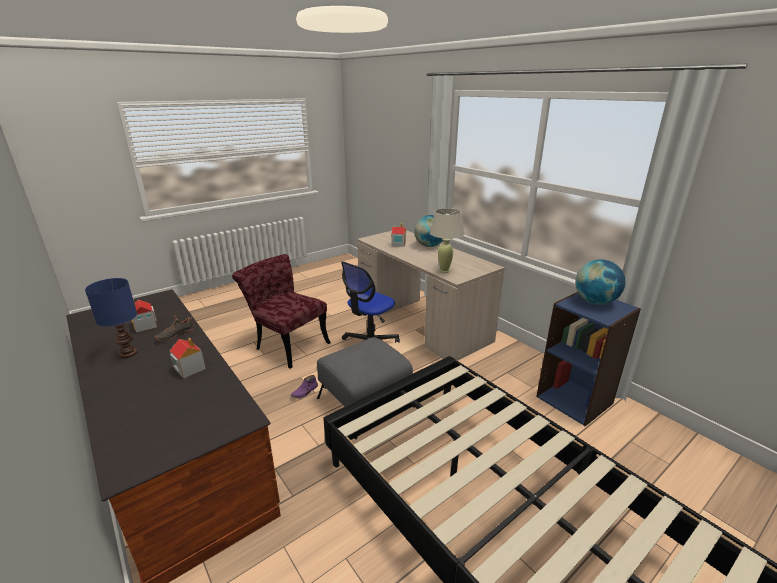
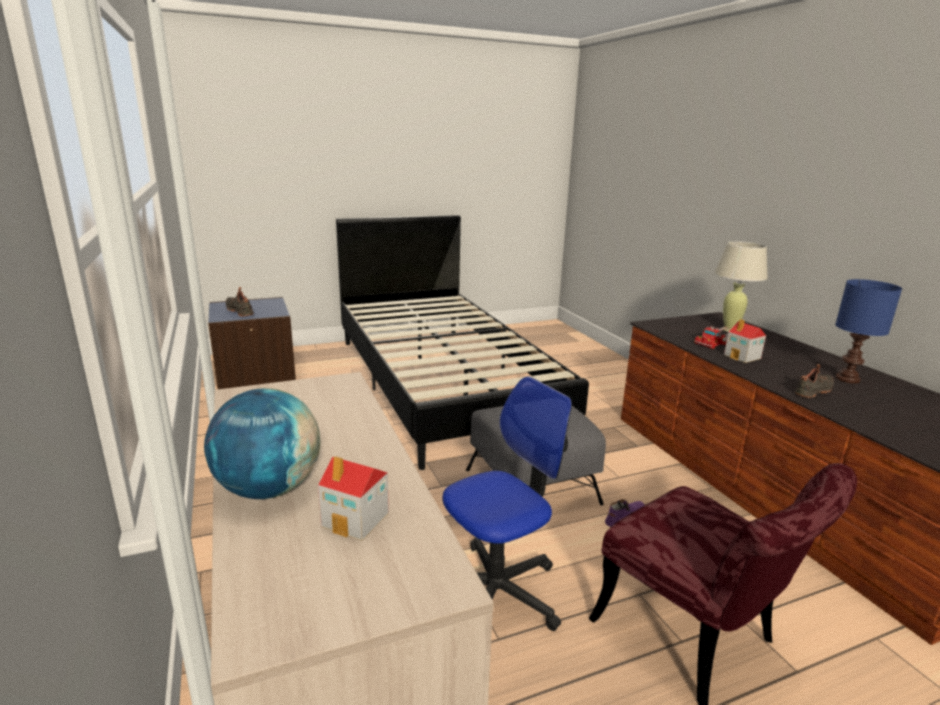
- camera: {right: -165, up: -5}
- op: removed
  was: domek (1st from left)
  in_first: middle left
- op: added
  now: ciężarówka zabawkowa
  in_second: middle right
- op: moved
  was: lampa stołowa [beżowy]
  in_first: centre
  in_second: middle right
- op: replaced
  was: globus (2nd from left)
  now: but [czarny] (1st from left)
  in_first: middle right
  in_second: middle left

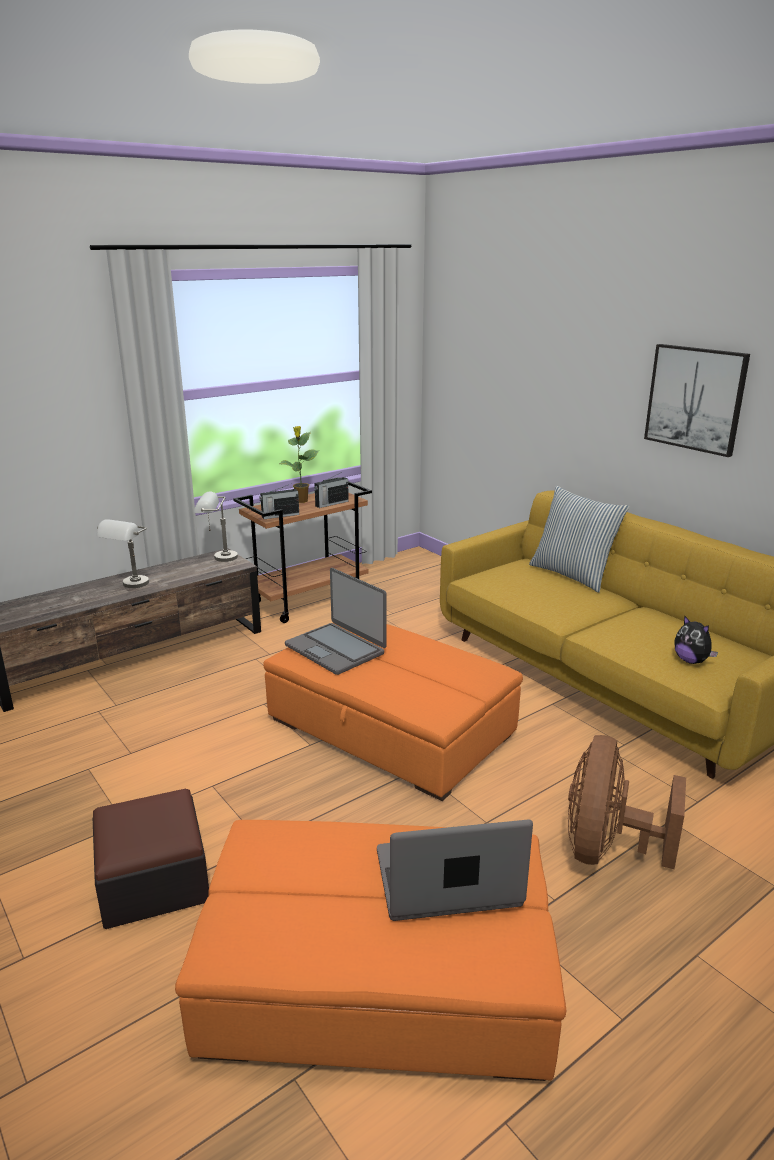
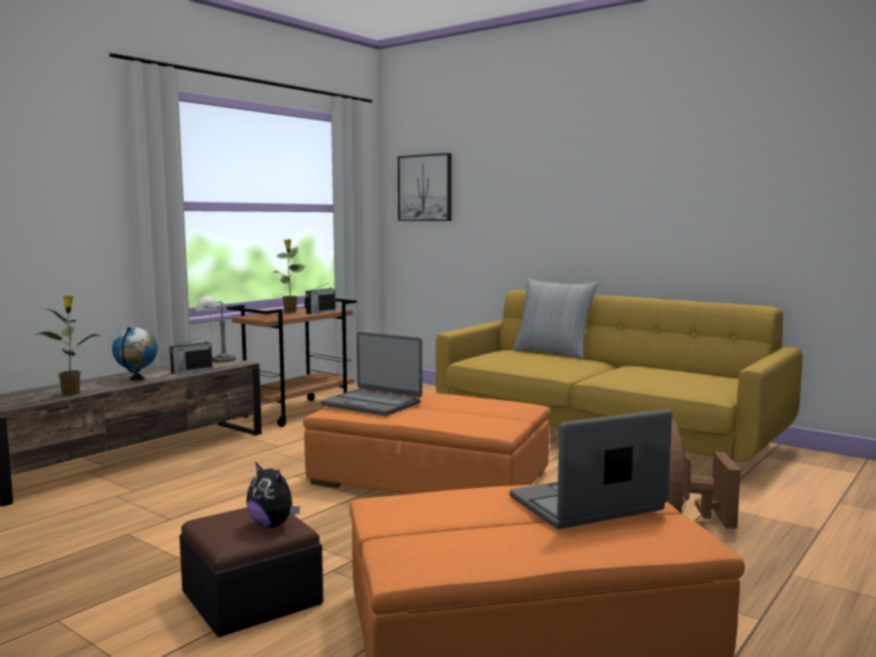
- camera: {right: -15, up: -15}
- op: added
  now: roślina doniczkowa (1st from left)
  in_second: middle left
- op: moved
  was: radio (1st from left)
  in_first: centre
  in_second: middle left
- op: moved
  was: obraz
  in_first: middle right
  in_second: top centre
- op: moved
  was: pluszak
  in_first: middle right
  in_second: bottom left
- op: replaced
  was: lampa stołowa [szary] (1st from left)
  now: globus
  in_first: middle left
  in_second: middle left

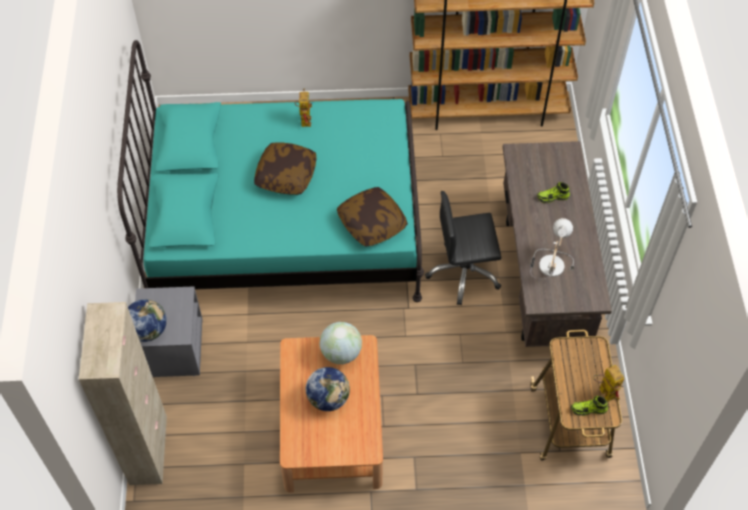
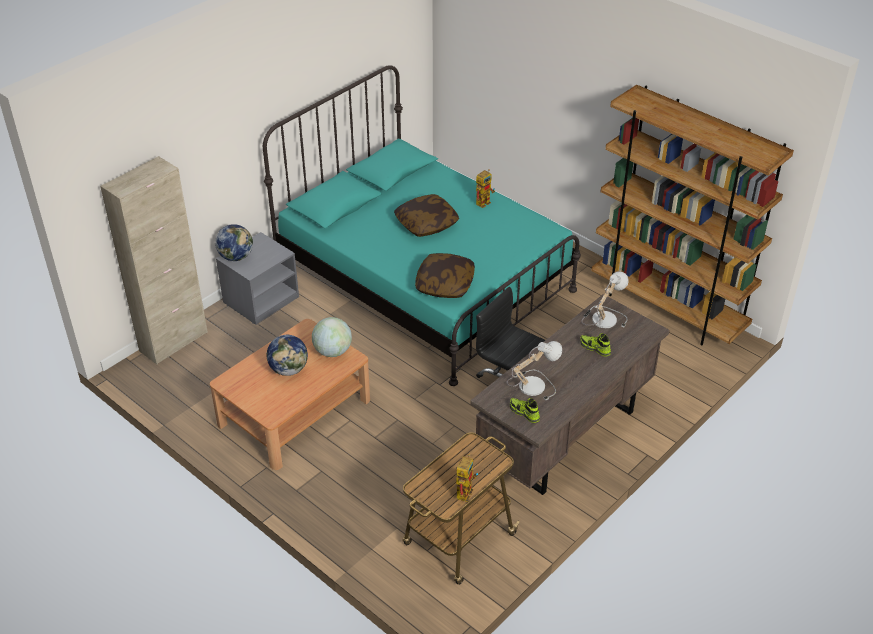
- camera: {right: 45, up: -15}
- op: added
  now: lampa stołowa (2nd from left)
  in_second: middle right
- op: moved
  was: but (2nd from left in the first image)
  now: but (1st from left)
  in_first: bottom right
  in_second: centre

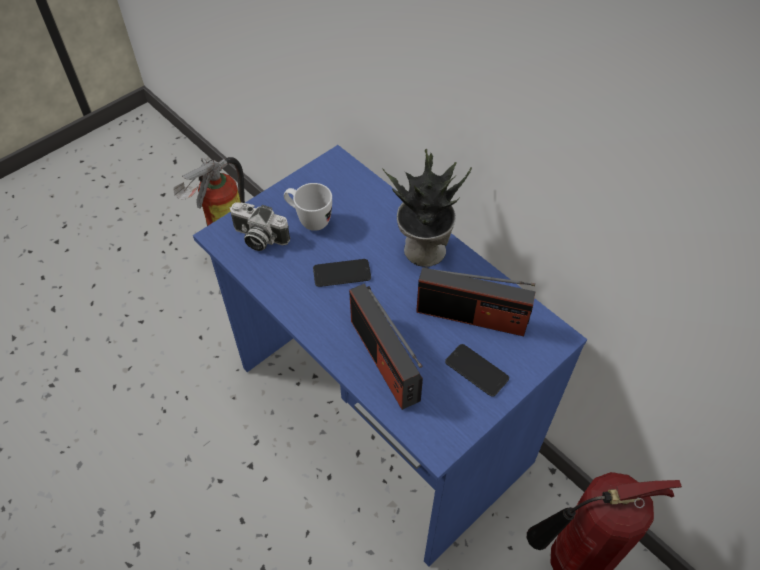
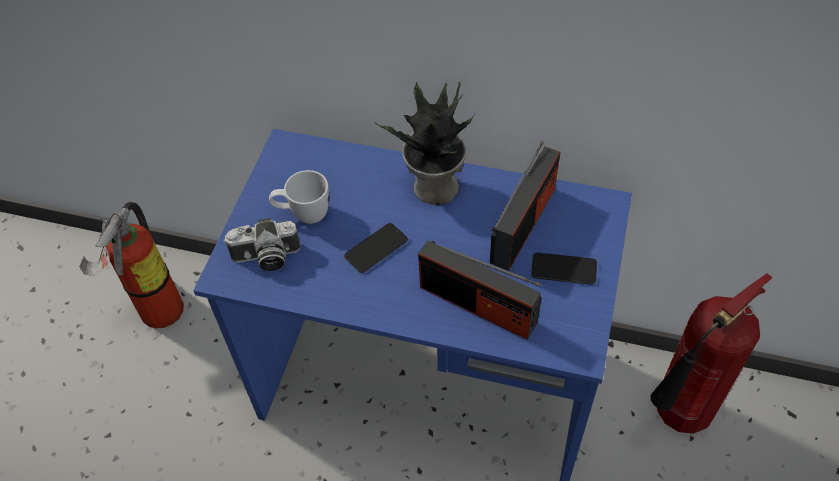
- camera: {right: -30, up: 0}
- op: turned
  was: radio (2nd from left)
  in_first: centre
  in_second: centre
  clockwise: -45

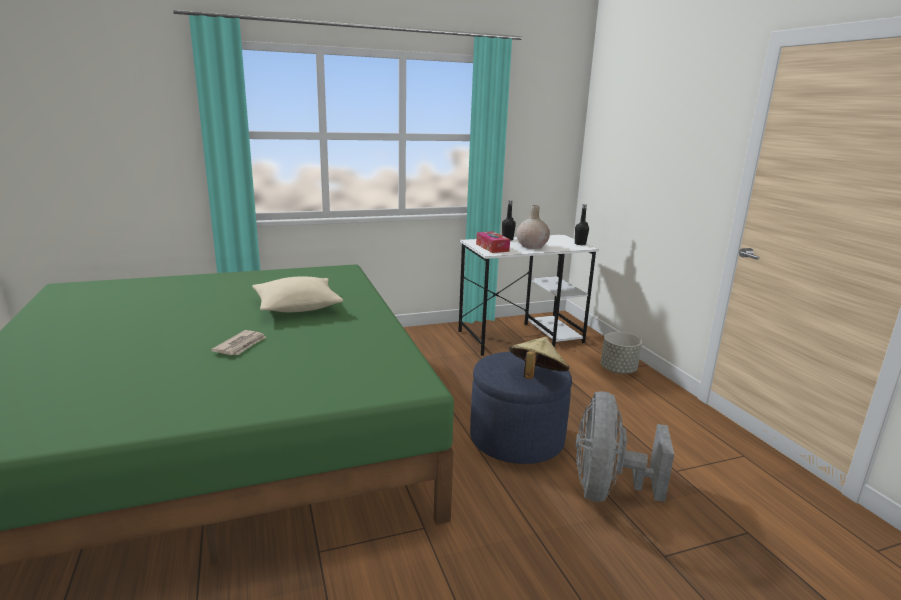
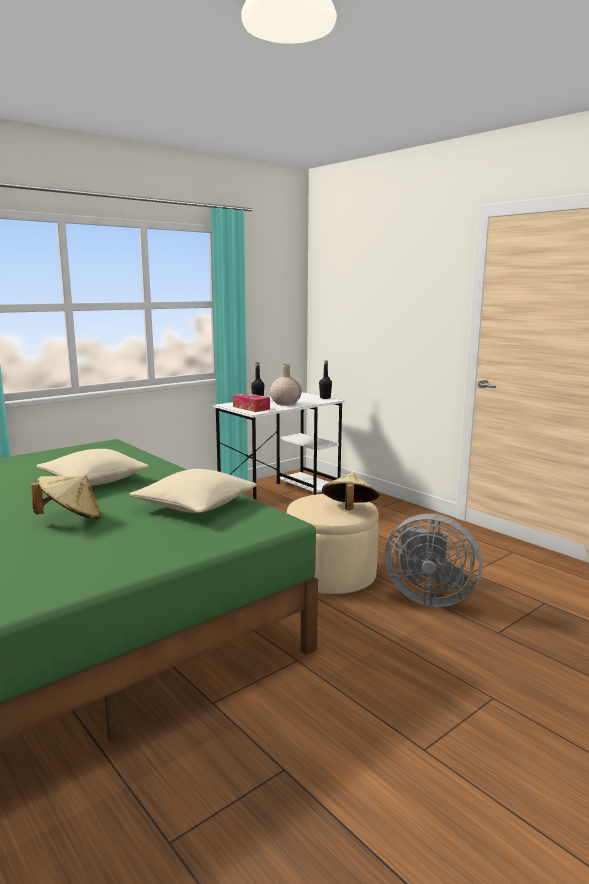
- camera: {right: -20, up: -5}
- op: removed
  was: donica [szary]
  in_first: middle right
- op: added
  now: poduszka [beżowy] (2nd from left)
  in_second: middle left
- op: replaced
  was: gazeta
  now: kapelusz [beżowy] (1st from left)
  in_first: middle left
  in_second: middle left
- op: recoloured
  was: pufa [niebieski]
  now: pufa [beżowy]
  in_first: bottom centre
  in_second: centre
- op: turned
  was: wentylator [szary]
  in_first: bottom right
  in_second: middle right
  clockwise: -60

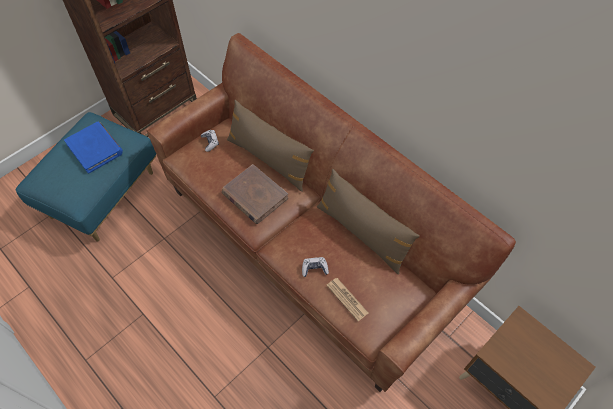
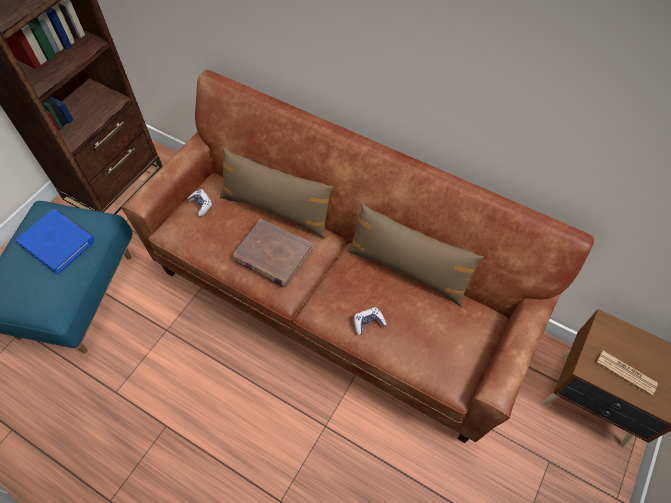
- camera: {right: -15, up: 0}
- op: moved
  was: gazeta
  in_first: bottom centre
  in_second: bottom right

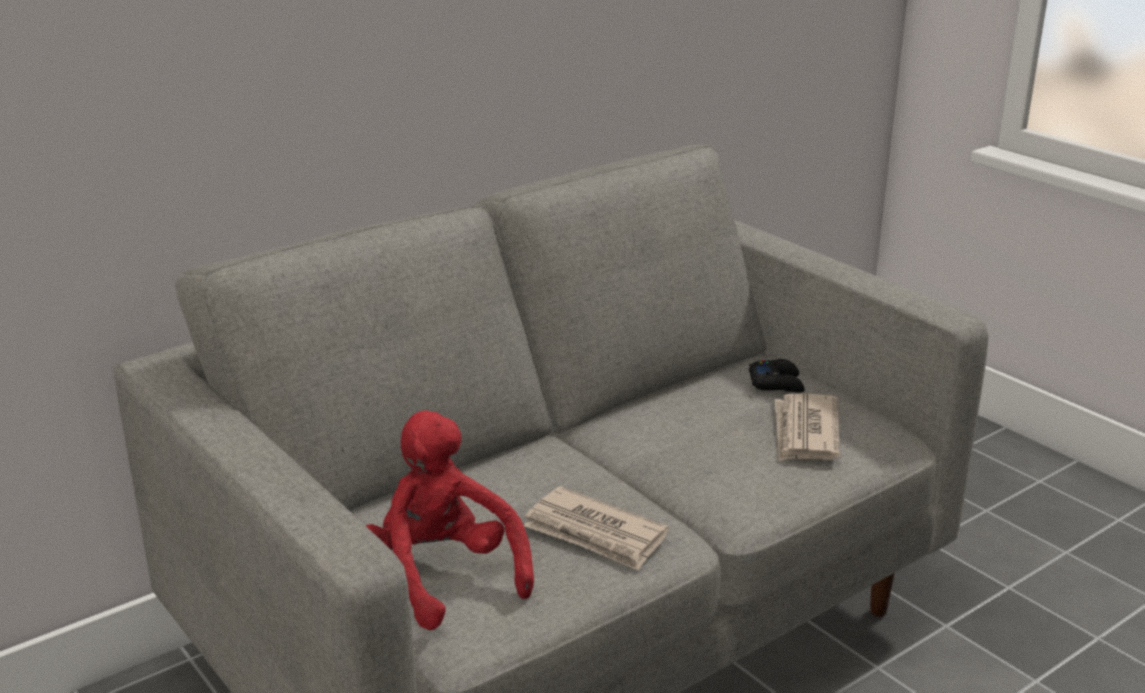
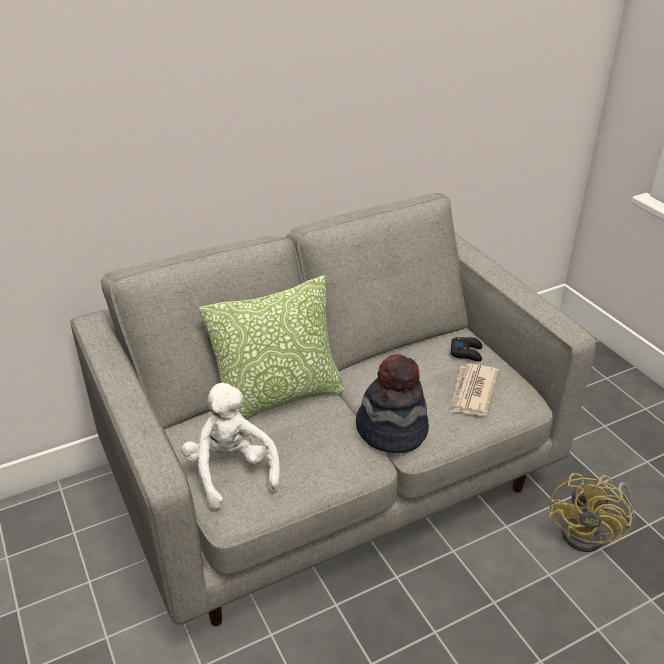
- camera: {right: 10, up: 10}
- op: removed
  was: gazeta (1st from left)
  in_first: bottom centre
- op: added
  now: poduszka
  in_second: centre
- op: added
  now: kapelusz
  in_second: centre
- op: added
  now: wentylator [żółty]
  in_second: bottom right
- op: recoloured
  was: pluszak [czerwony]
  now: pluszak [biały]
  in_first: bottom centre
  in_second: bottom centre

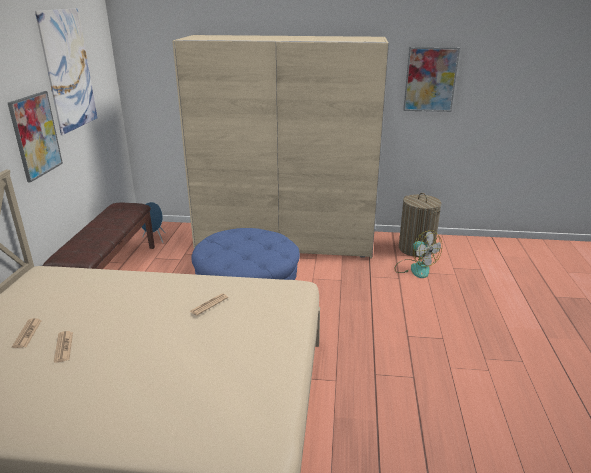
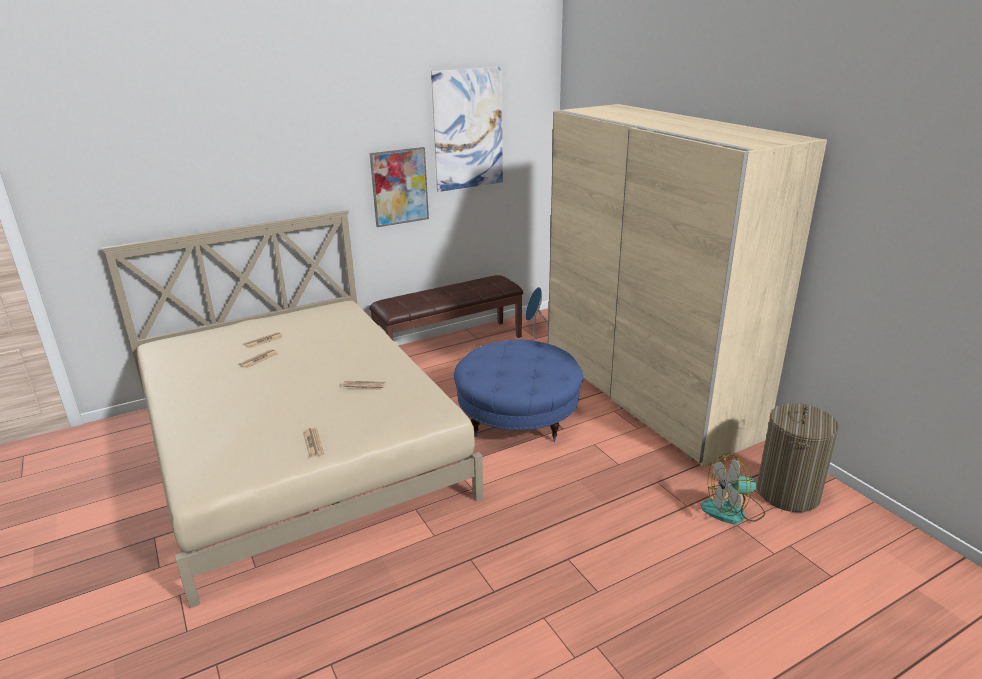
- camera: {right: 55, up: 0}
- op: removed
  was: obraz (3rd from left)
  in_first: top right
- op: added
  now: gazeta (3rd from left)
  in_second: middle left
- op: turned
  was: wentylator
  in_first: middle right
  in_second: bottom right
  clockwise: 60

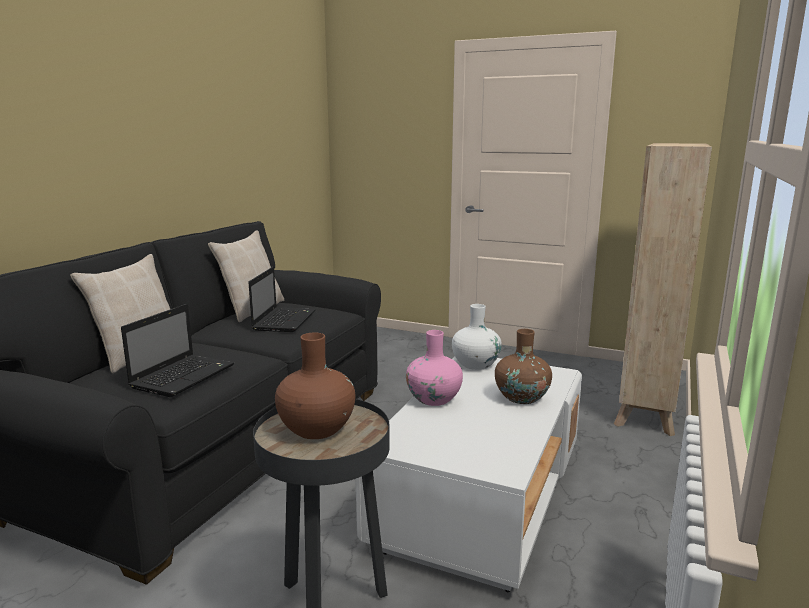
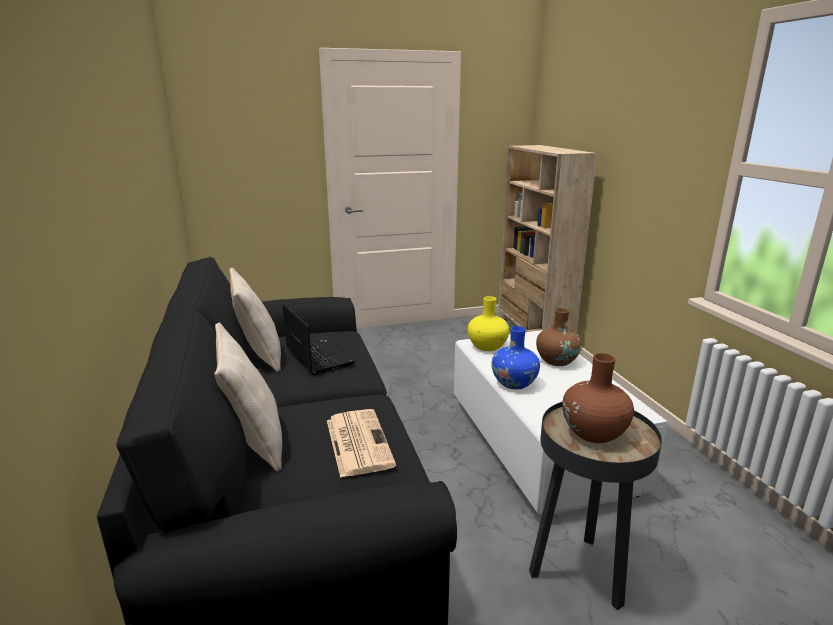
- camera: {right: -40, up: 5}
- op: replaced
  was: laptop (1st from left)
  now: gazeta
  in_first: middle left
  in_second: bottom centre
- op: recoloured
  was: wazon [różowy]
  now: wazon [niebieski]
  in_first: centre
  in_second: centre
- op: recoloured
  was: wazon [biały]
  now: wazon [żółty]
  in_first: centre
  in_second: centre

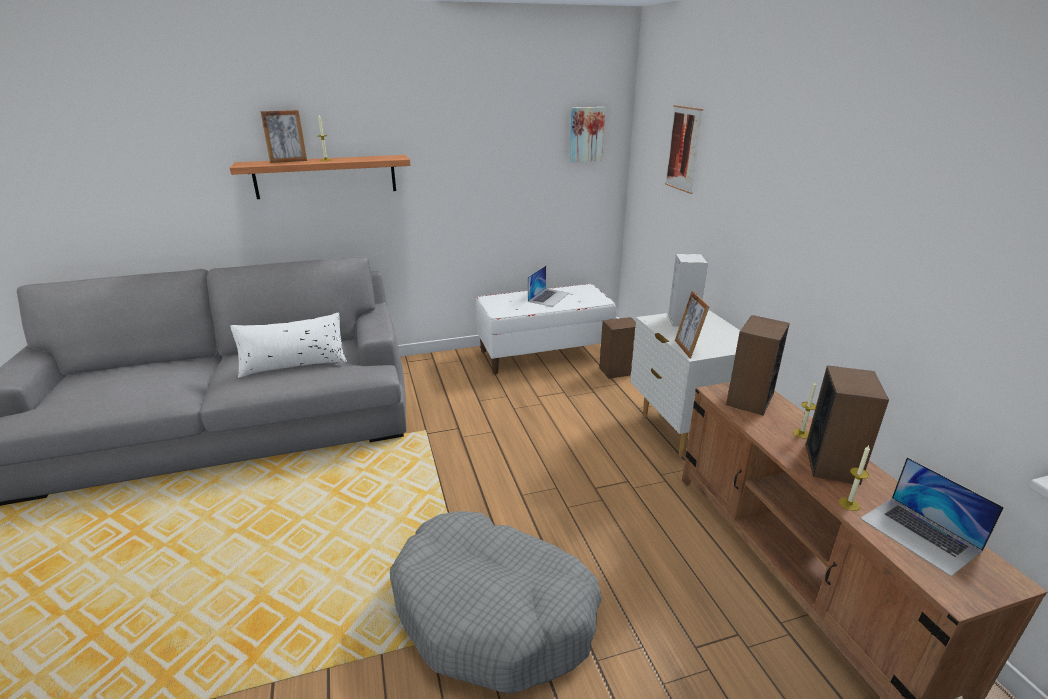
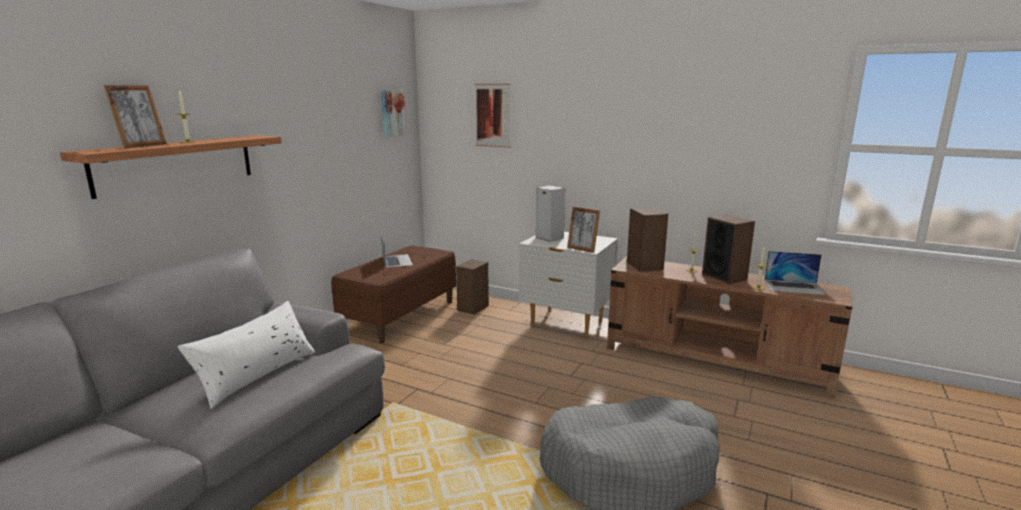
- camera: {right: -45, up: -10}
- op: recoloured
  was: ławka [biały]
  now: ławka [brązowy]
  in_first: centre
  in_second: centre

